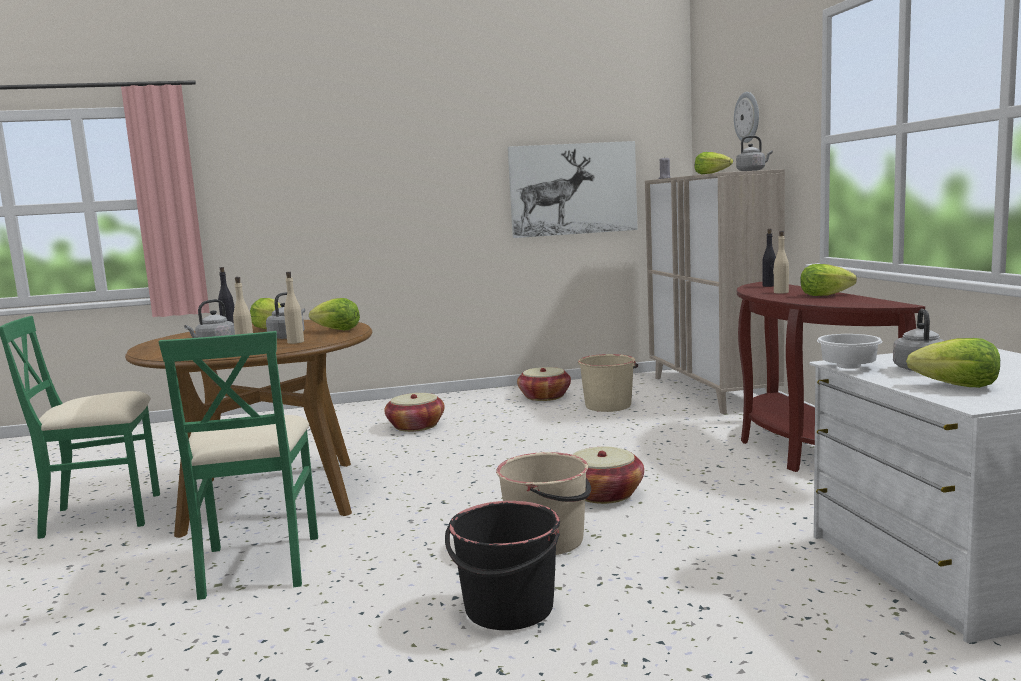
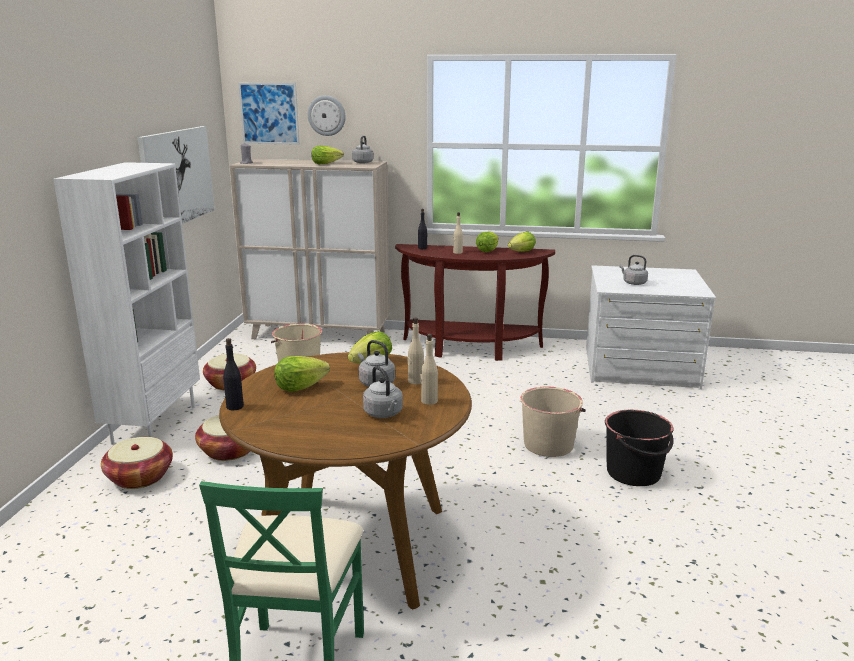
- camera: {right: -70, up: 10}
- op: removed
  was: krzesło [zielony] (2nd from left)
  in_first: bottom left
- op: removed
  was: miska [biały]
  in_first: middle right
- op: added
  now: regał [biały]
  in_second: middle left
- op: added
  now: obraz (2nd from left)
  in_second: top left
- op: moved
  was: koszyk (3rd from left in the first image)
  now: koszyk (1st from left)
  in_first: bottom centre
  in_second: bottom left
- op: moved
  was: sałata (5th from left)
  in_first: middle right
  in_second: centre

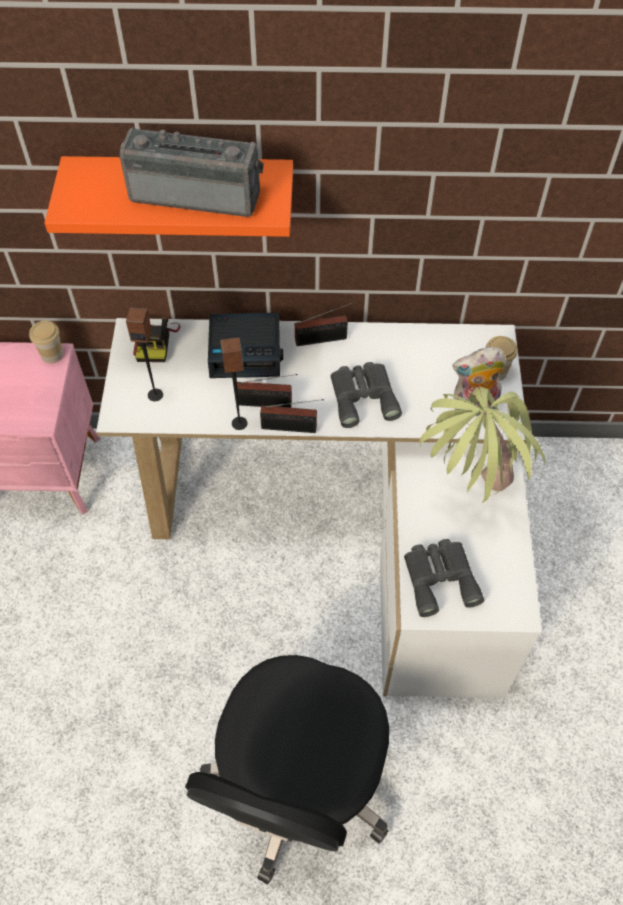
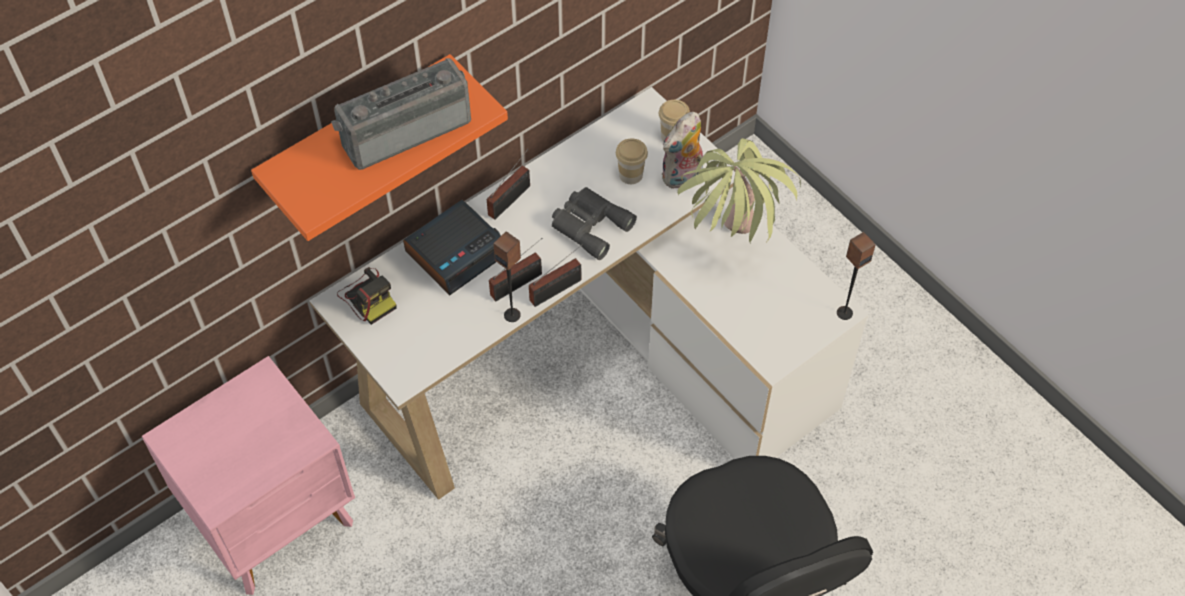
- camera: {right: -40, up: 0}
- op: removed
  was: lornetka [szary] (2nd from left)
  in_first: middle right
- op: moved
  was: filiżanka (1st from left)
  in_first: middle left
  in_second: top centre
- op: moved
  was: głośnik (1st from left in the first image)
  now: głośnik (2nd from left)
  in_first: middle left
  in_second: middle right

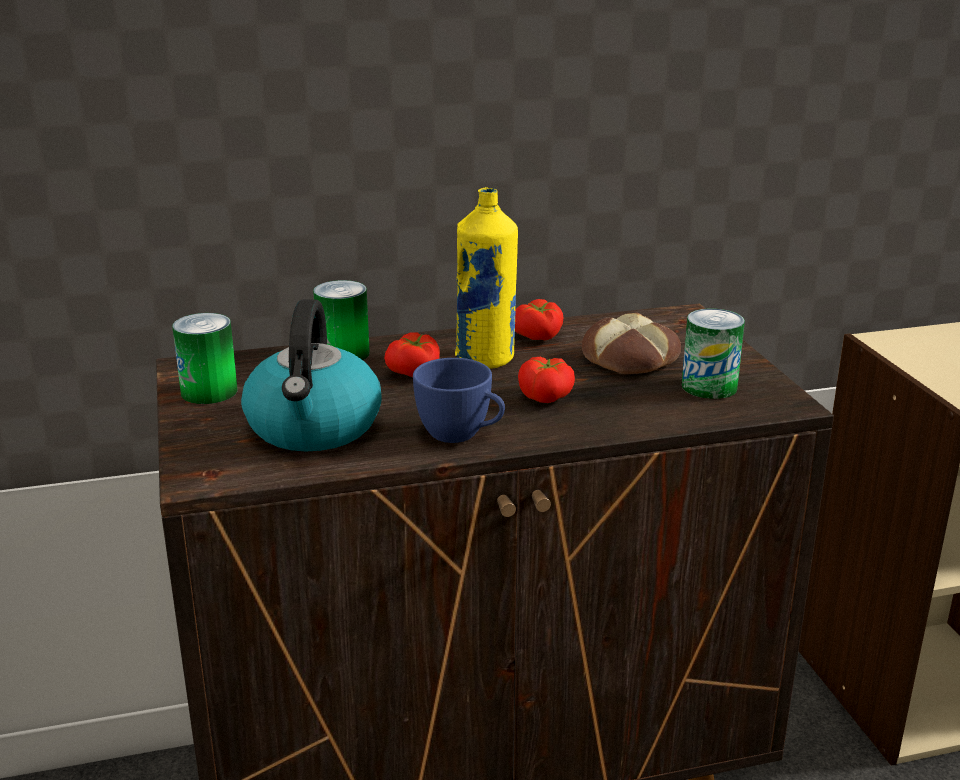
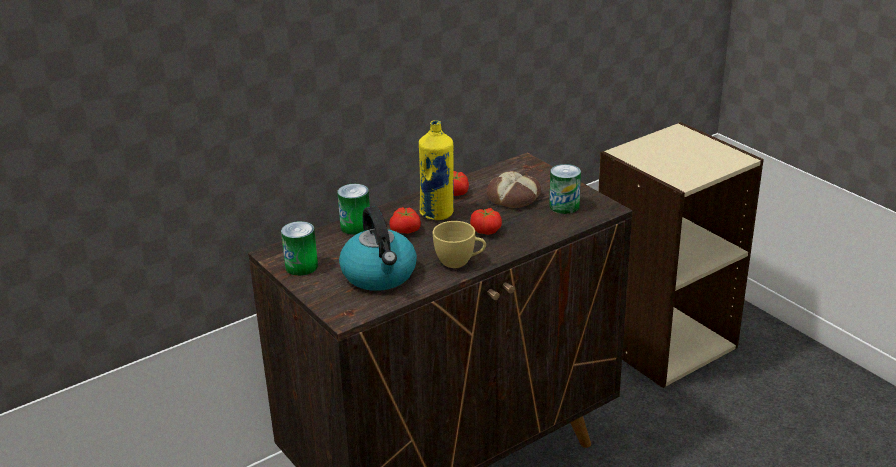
- camera: {right: -20, up: 5}
- op: recoloured
  was: filiżanka [niebieski]
  now: filiżanka [żółty]
  in_first: centre
  in_second: centre

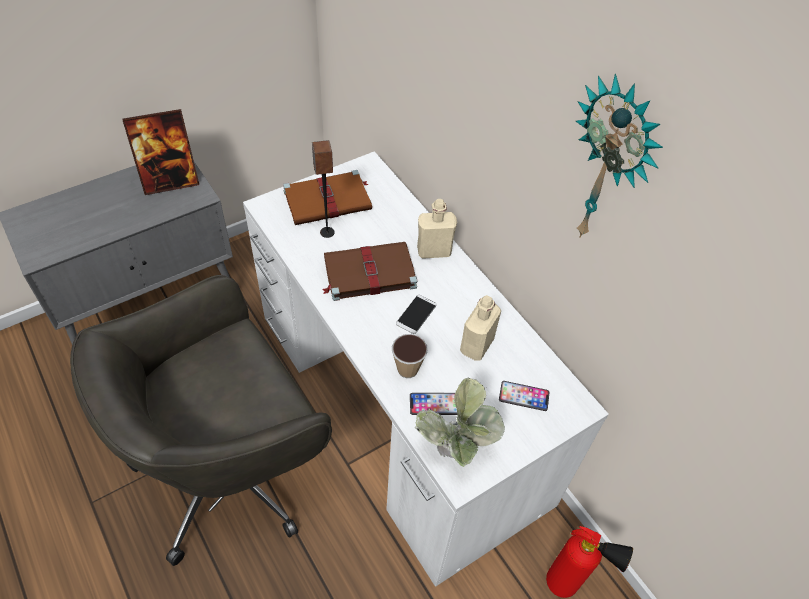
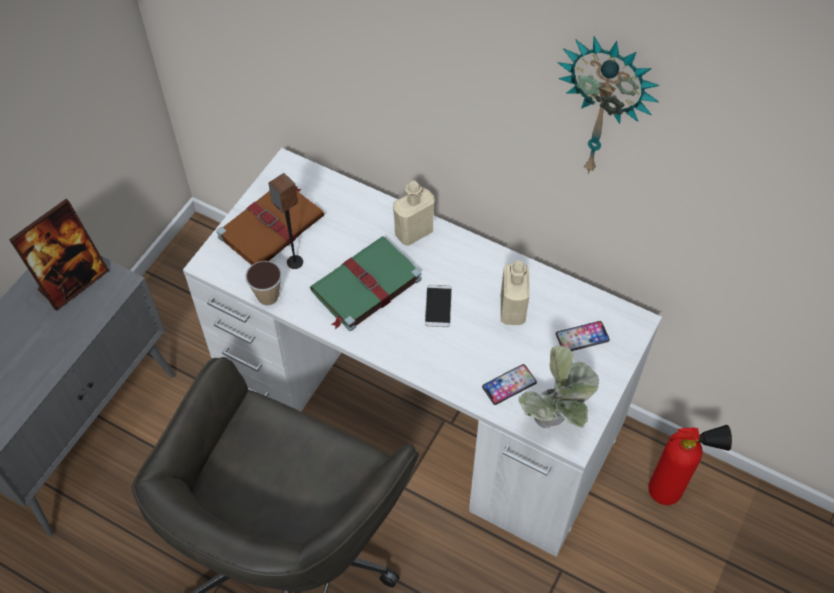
- camera: {right: -25, up: 5}
- op: moved
  was: filiżanka
  in_first: centre
  in_second: middle left
- op: recoloured
  was: książka [brązowy] (2nd from left)
  now: książka [zielony]
  in_first: centre
  in_second: centre

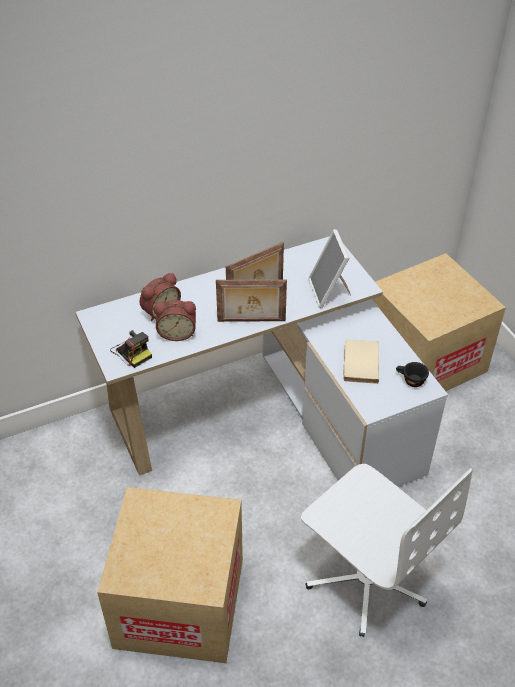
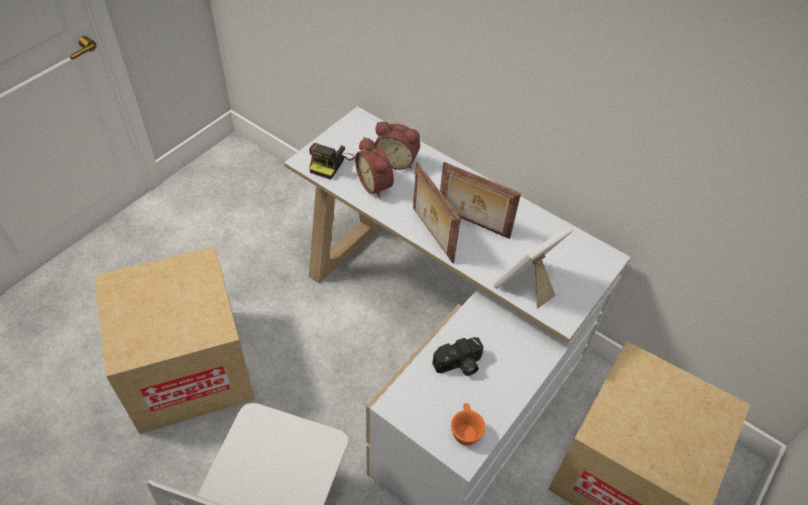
- camera: {right: 60, up: 5}
- op: replaced
  was: książka [beżowy]
  now: aparat fotograficzny (2nd from left)
  in_first: middle right
  in_second: bottom centre
- op: recoloured
  was: filiżanka [czarny]
  now: filiżanka [pomarańczowy]
  in_first: middle right
  in_second: bottom centre

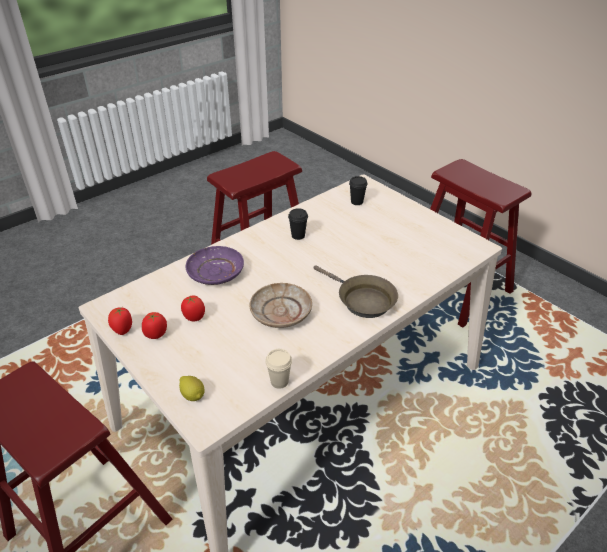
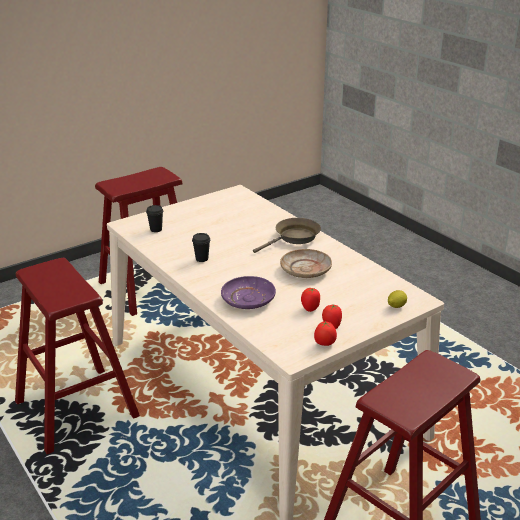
- camera: {right: -85, up: -10}
- op: removed
  was: filiżanka [beżowy]
  in_first: bottom centre

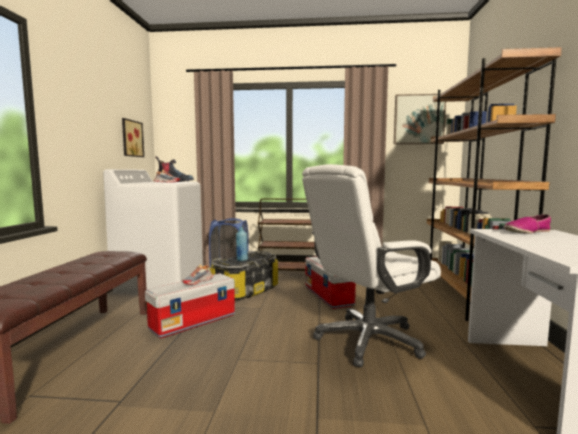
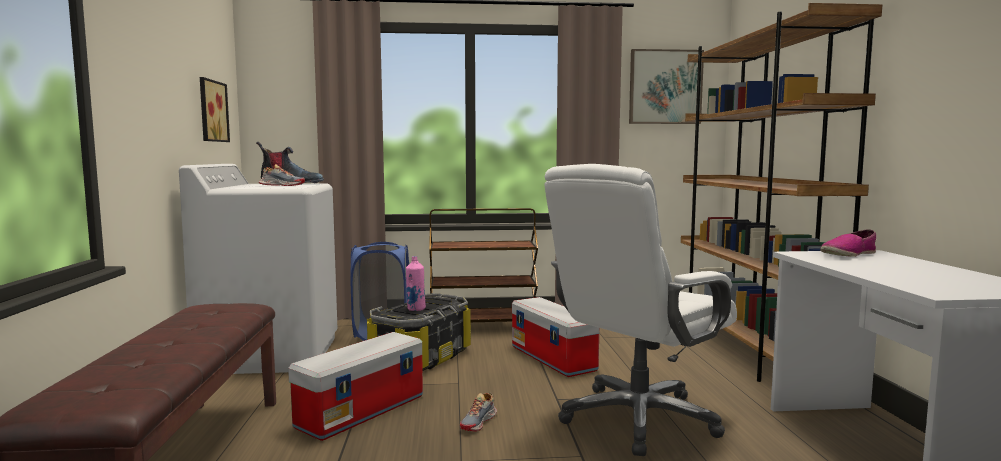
- camera: {right: -10, up: 0}
- op: moved
  was: but (2nd from left)
  in_first: centre
  in_second: bottom centre
- op: recoloured
  was: butelka [niebieski]
  now: butelka [różowy]
  in_first: centre
  in_second: centre

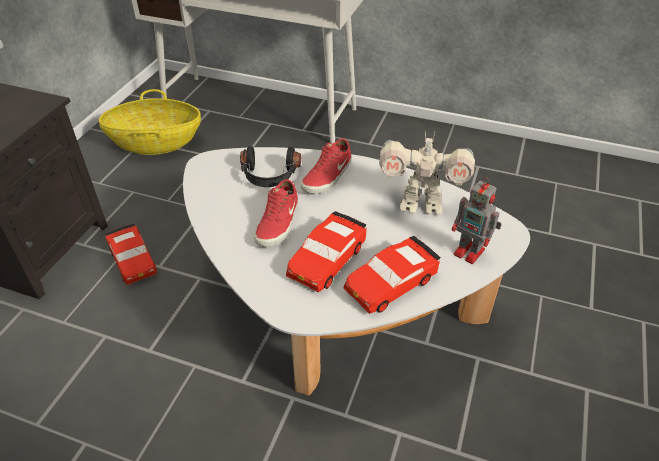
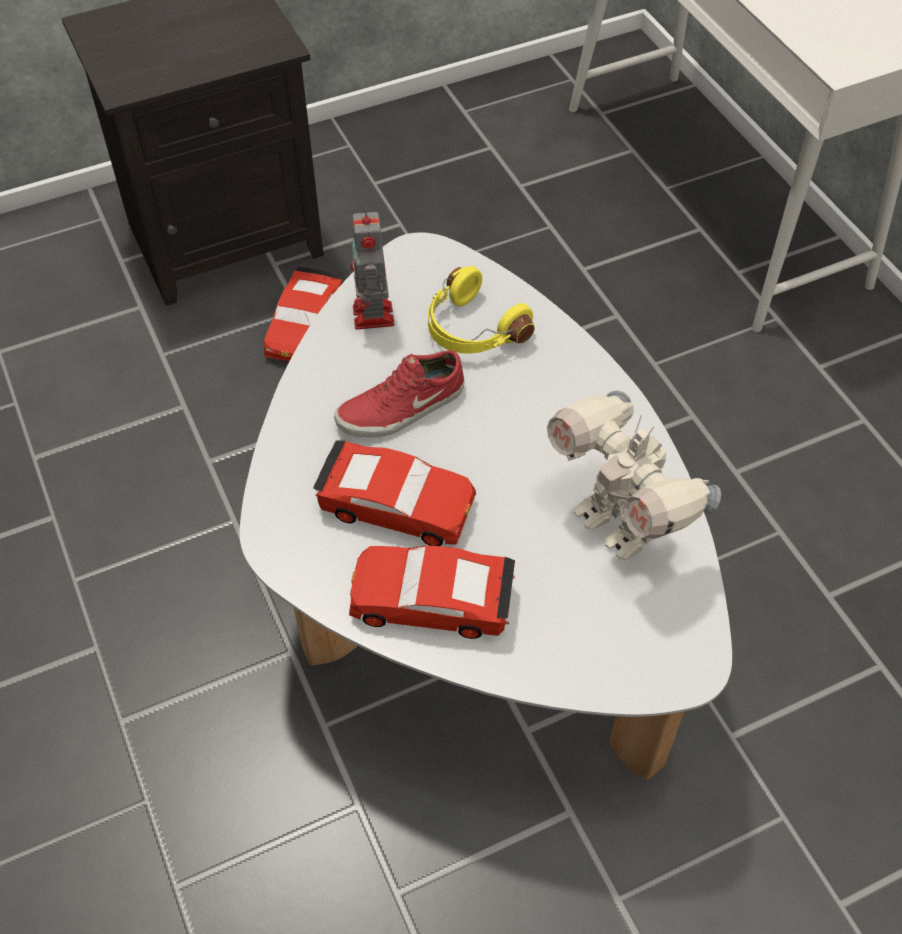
- camera: {right: 45, up: 10}
- op: removed
  was: koszyk
  in_first: top left
- op: removed
  was: but [czerwony] (2nd from left)
  in_first: centre
- op: moved
  was: robot zabawkowy (2nd from left in the first image)
  now: robot zabawkowy (1st from left)
  in_first: middle right
  in_second: top centre
- op: recoloured
  was: słuchawki [czarny]
  now: słuchawki [żółty]
  in_first: centre
  in_second: top centre
- op: turned
  was: samochodzik [czerwony] (2nd from left)
  in_first: centre
  in_second: centre
  clockwise: -150

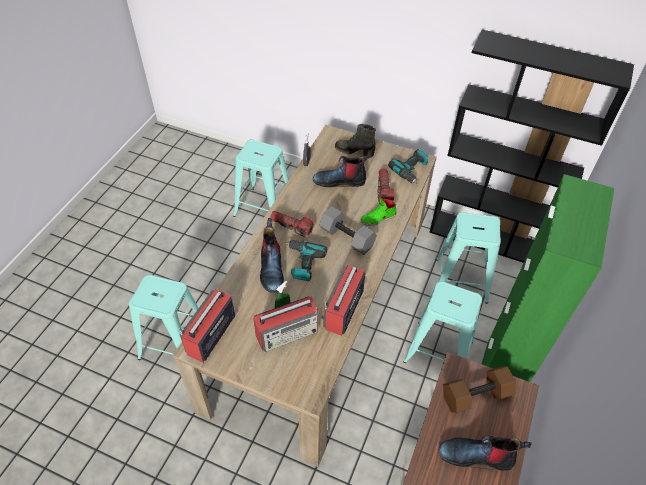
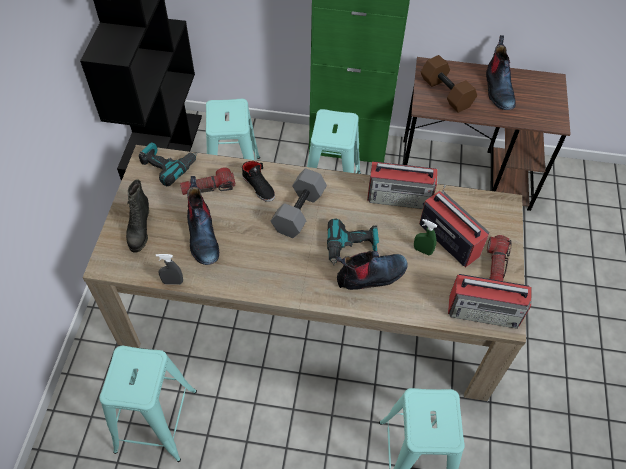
- camera: {right: -105, up: 5}
- op: moved
  was: latarka (1st from left in the first image)
  now: latarka (2nd from left)
  in_first: centre
  in_second: middle right
- op: recoloured
  was: but [zielony]
  now: but [czarny]
  in_first: centre
  in_second: centre

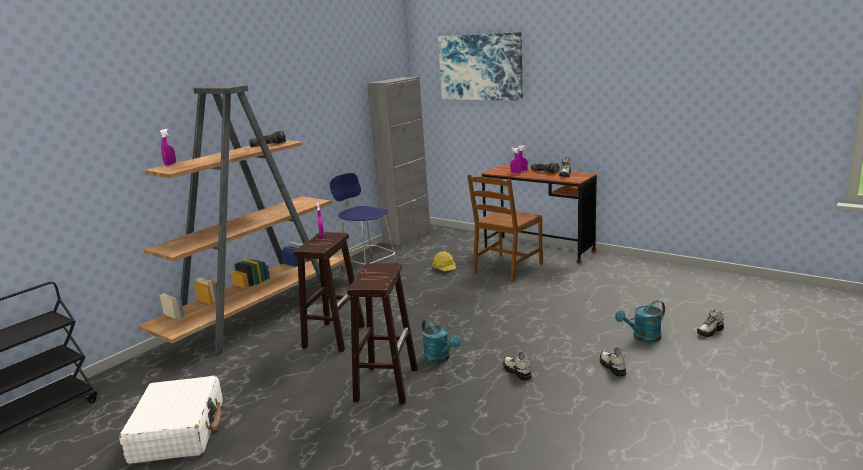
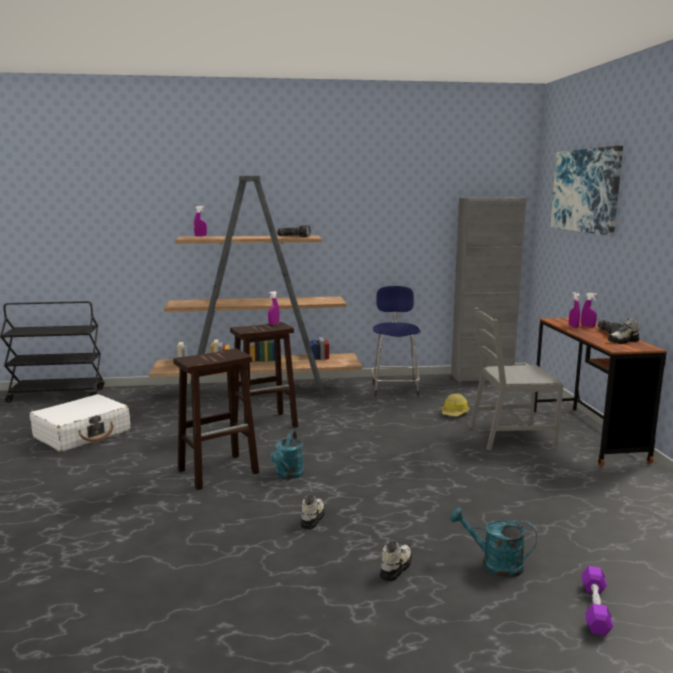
- camera: {right: 45, up: -5}
- op: replaced
  was: but (4th from left)
  now: hantel [fioletowy]
  in_first: bottom right
  in_second: bottom right
- op: recoloured
  was: krzesło [brązowy]
  now: krzesło [szary]
  in_first: centre
  in_second: middle right

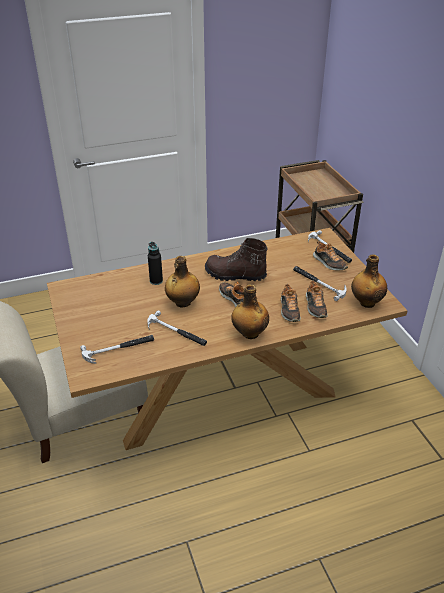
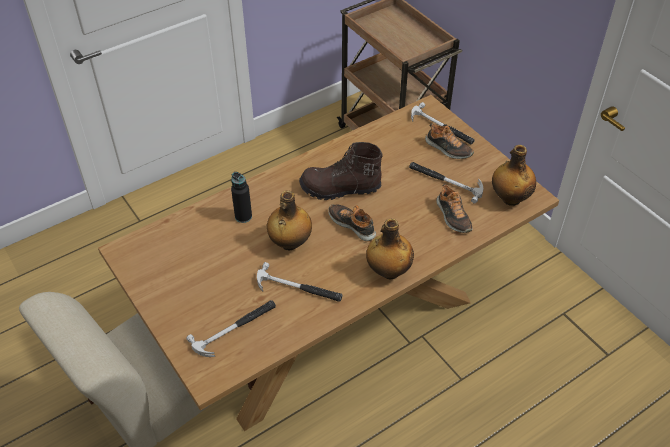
- camera: {right: -15, up: 10}
- op: removed
  was: but (2nd from left)
  in_first: centre

